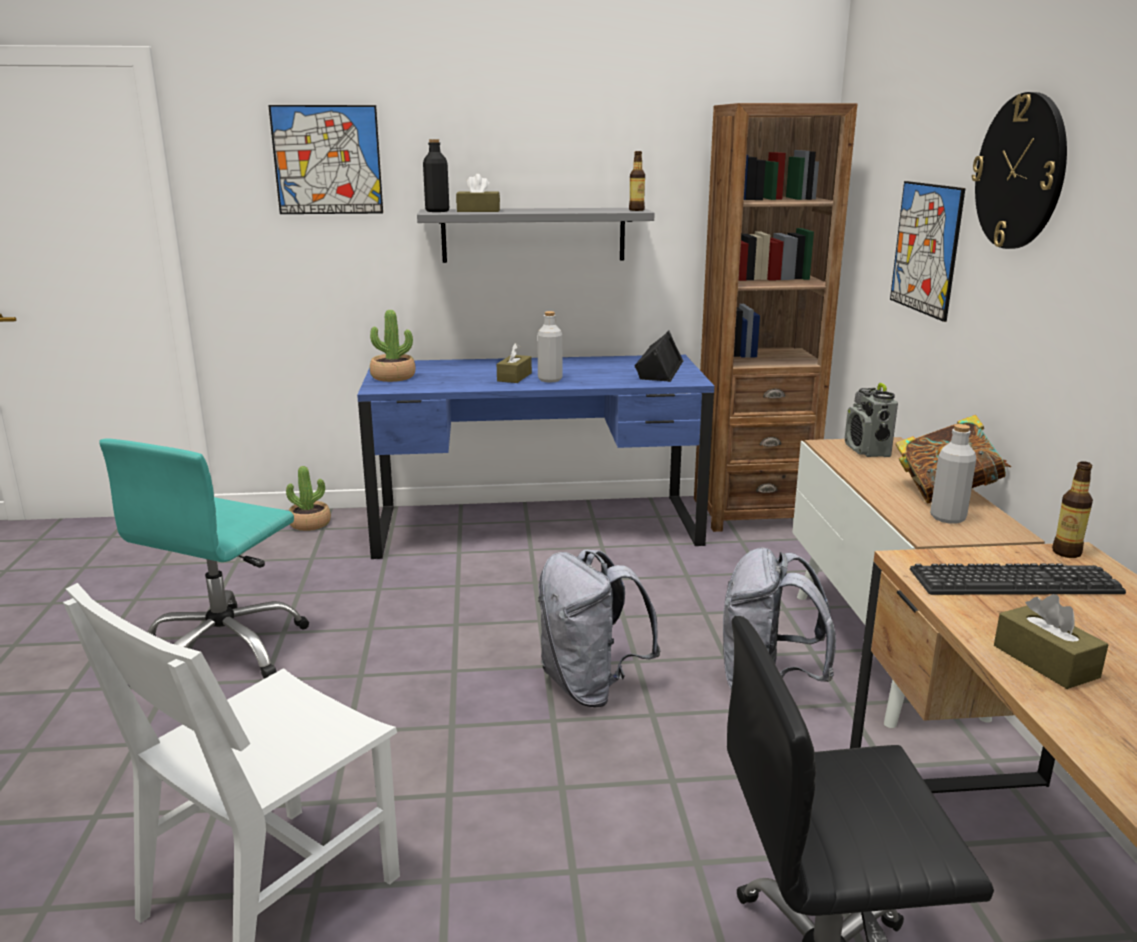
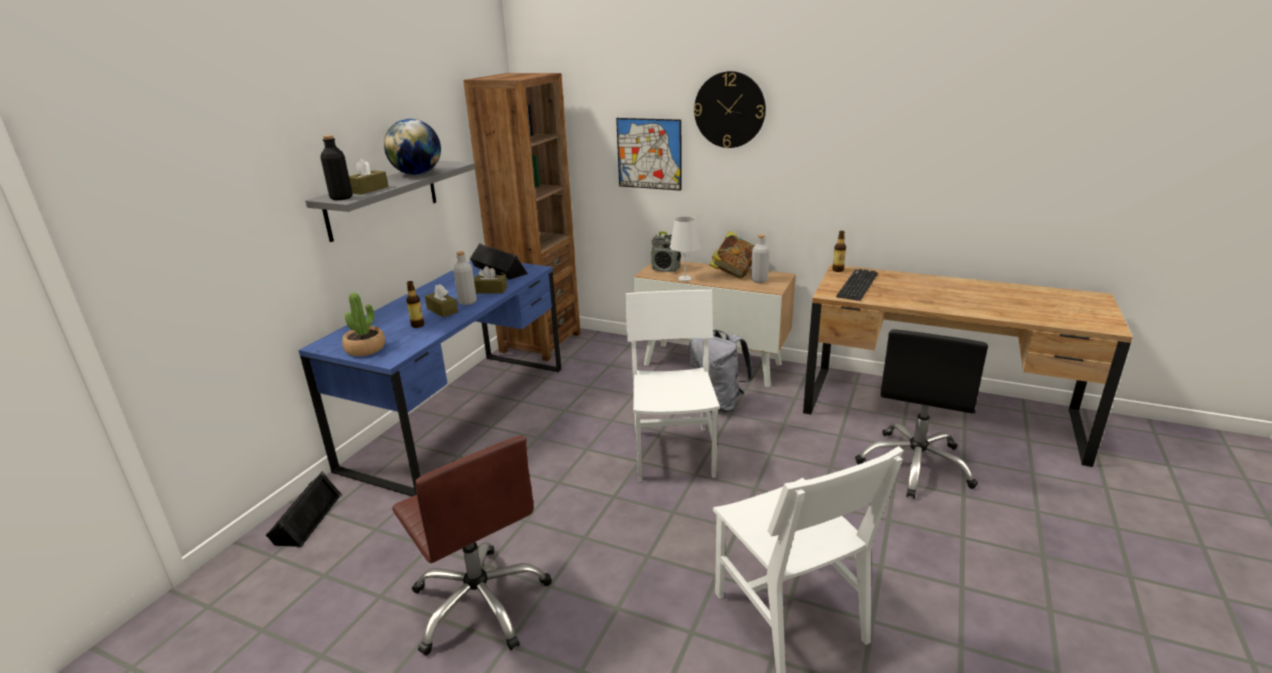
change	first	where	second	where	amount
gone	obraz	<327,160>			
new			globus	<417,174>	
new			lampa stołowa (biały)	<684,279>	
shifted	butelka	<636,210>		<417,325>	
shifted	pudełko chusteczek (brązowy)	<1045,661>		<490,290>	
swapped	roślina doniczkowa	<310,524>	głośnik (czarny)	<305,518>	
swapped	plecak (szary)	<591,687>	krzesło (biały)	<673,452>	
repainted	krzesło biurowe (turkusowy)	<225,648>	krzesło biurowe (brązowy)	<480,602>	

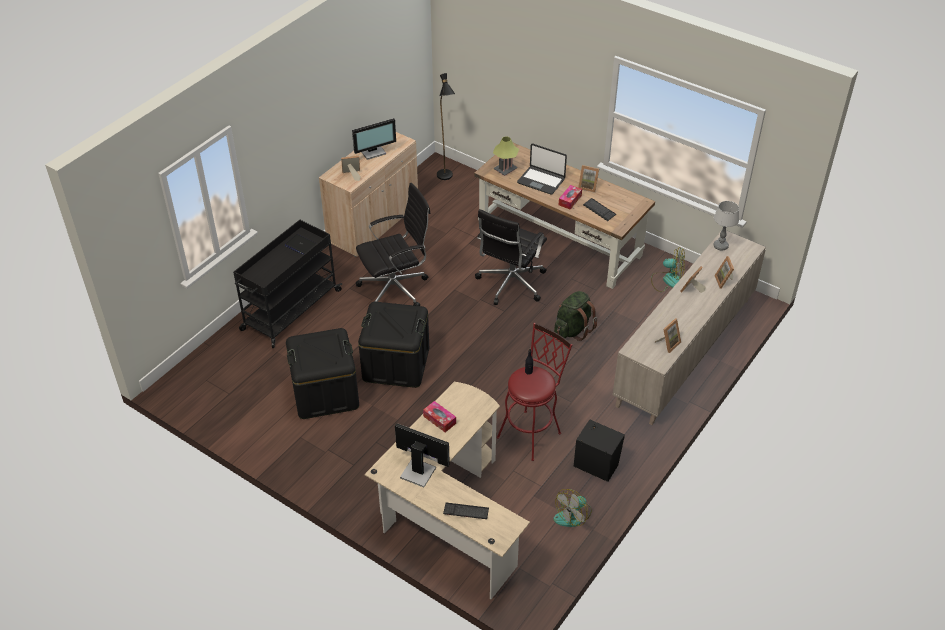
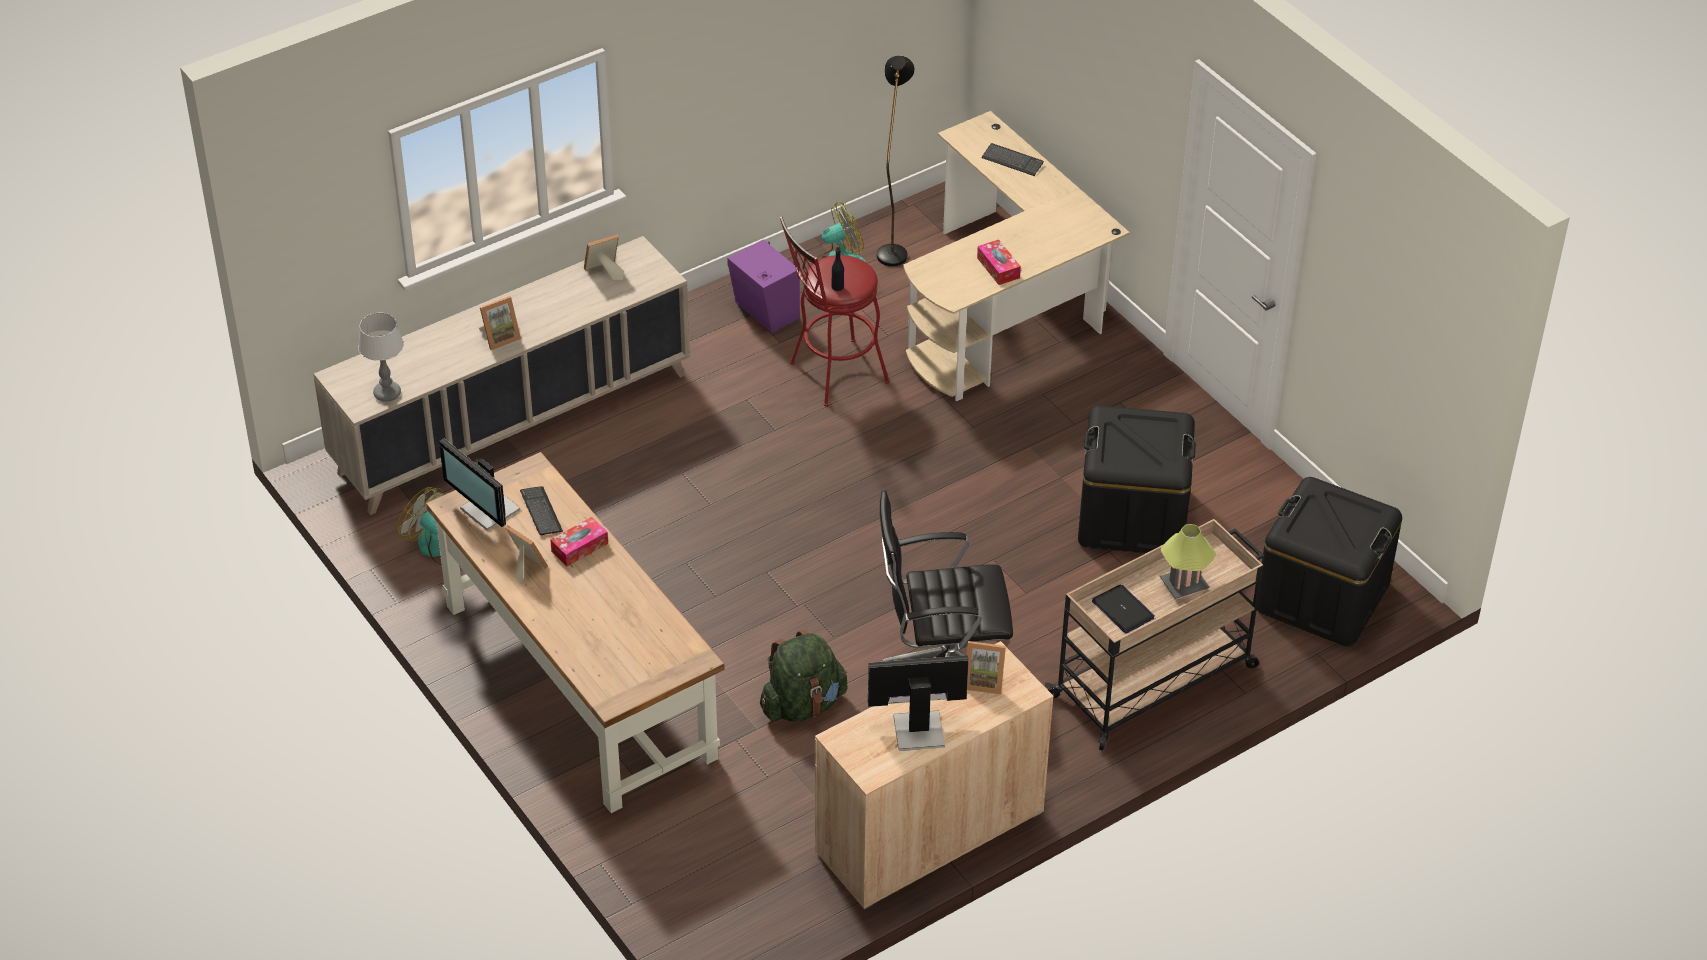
change	first	where	second	where	amount
gone	krzesło biurowe (czarny)	<510,284>			
gone	laptop	<541,181>			
gone	ramka na zdjęcie	<724,281>			
shifted	pojemnik do przechowywania (czarny)	<396,364>		<1322,597>	
shifted	monitor	<418,471>		<488,511>	
shifted	lampa stojąca (czarny)	<446,178>		<892,248>	
shifted	lampa stołowa	<505,169>		<1184,585>	
shifted	plecak (zielony)	<573,329>		<803,705>	
repainted	wózek (czarny)	<290,311>	wózek (beżowy)	<1155,681>	
repainted	głośnik (czarny)	<596,464>	głośnik (fioletowy)	<765,312>	

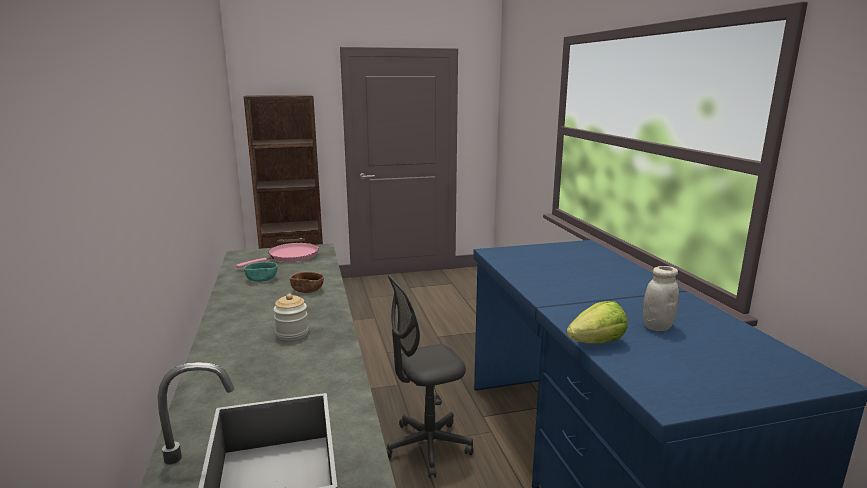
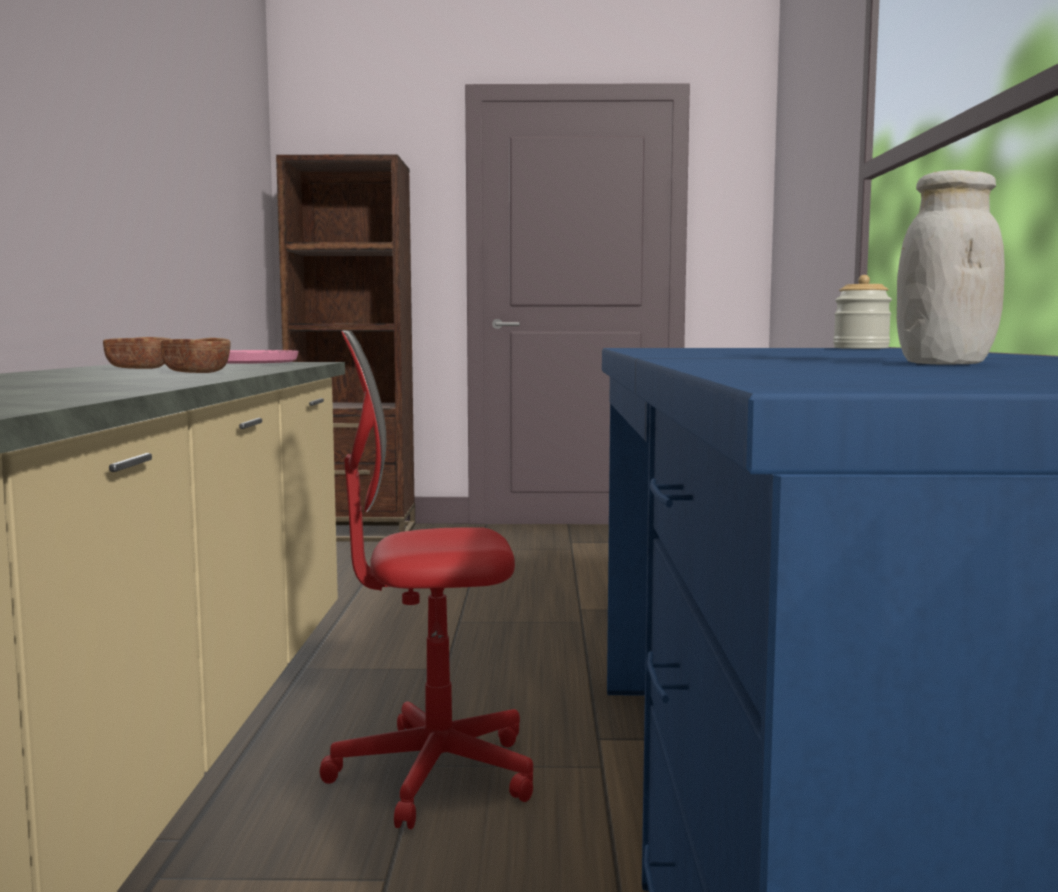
change	first	where	second	where	amount
gone	sałata	<597,342>			
shifted	słoik	<292,334>		<861,348>	
repainted	miska (turkusowy)	<262,279>	miska (brązowy)	<139,368>	
repainted	krzesło biurowe (szary)	<427,447>	krzesło biurowe (czerwony)	<433,774>	

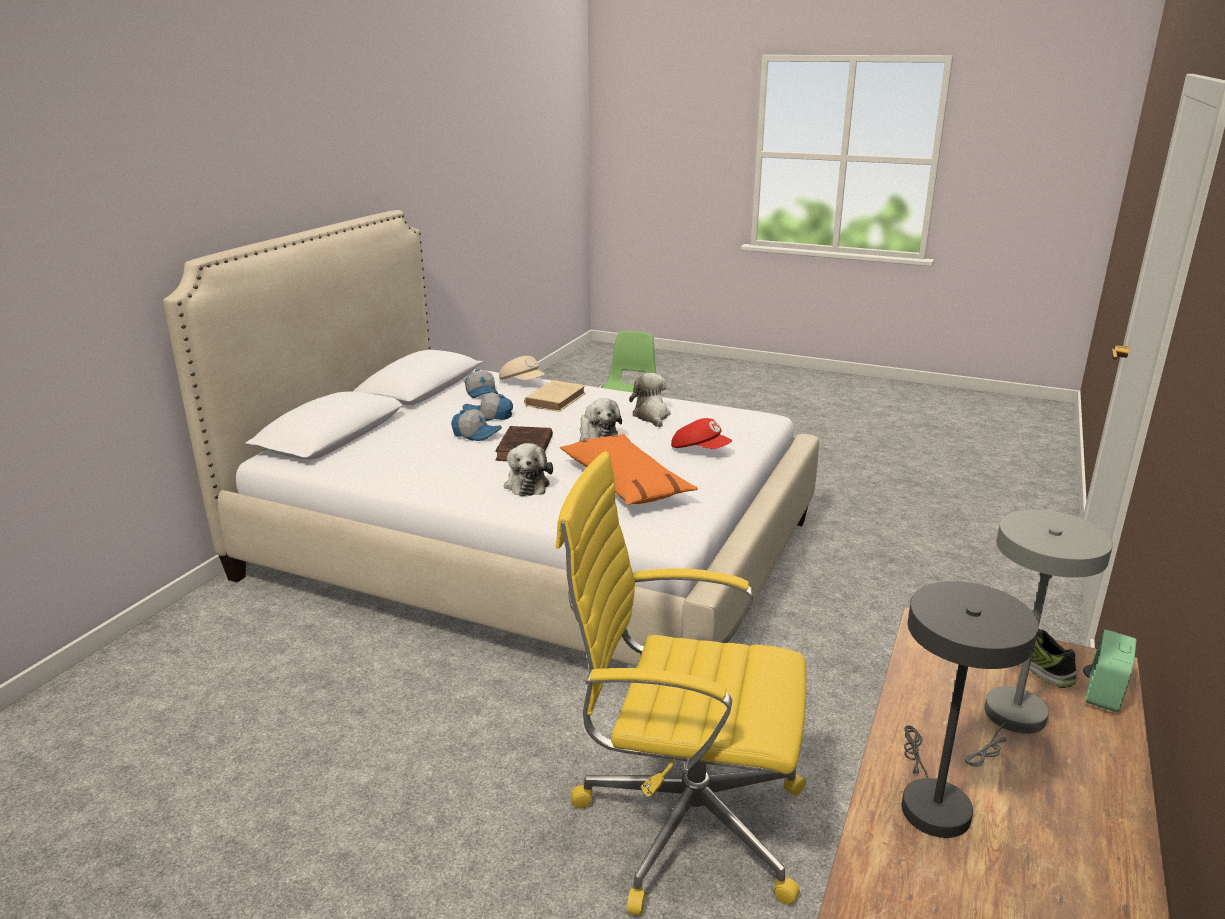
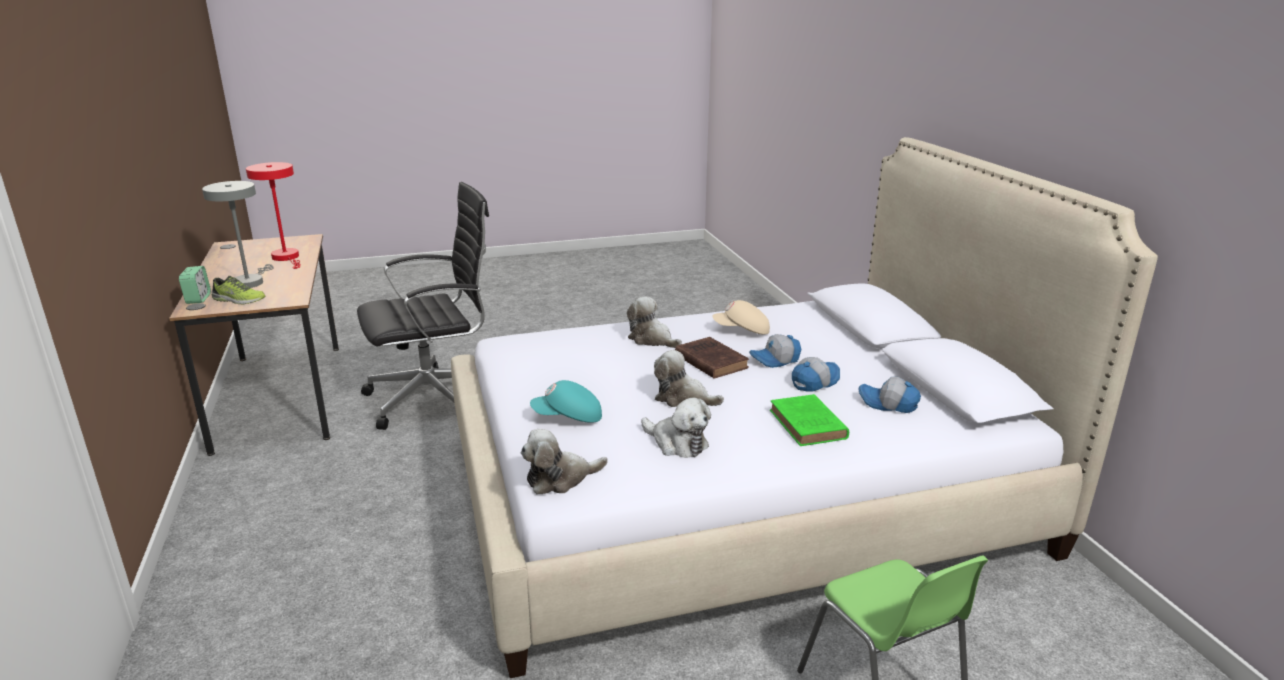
change	first	where	second	where	amount
gone	poduszka (pomarańczowy)	<625,483>			
new			pluszak	<560,479>	
shifted	czapka z daszkiem (beżowy)	<523,382>		<742,331>	
repainted	książka (beżowy)	<556,399>	książka (zielony)	<808,425>	
repainted	krzesło biurowe (żółty)	<684,821>	krzesło biurowe (czarny)	<435,398>	
repainted	czapka z daszkiem (czerwony)	<700,450>	czapka z daszkiem (turkusowy)	<568,418>	
repainted	lampa stołowa (szary)	<931,802>	lampa stołowa (czerwony)	<287,258>	

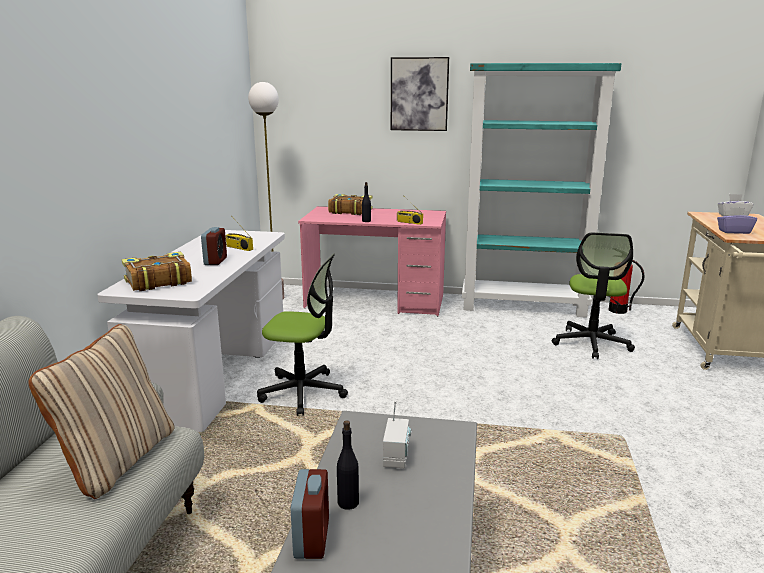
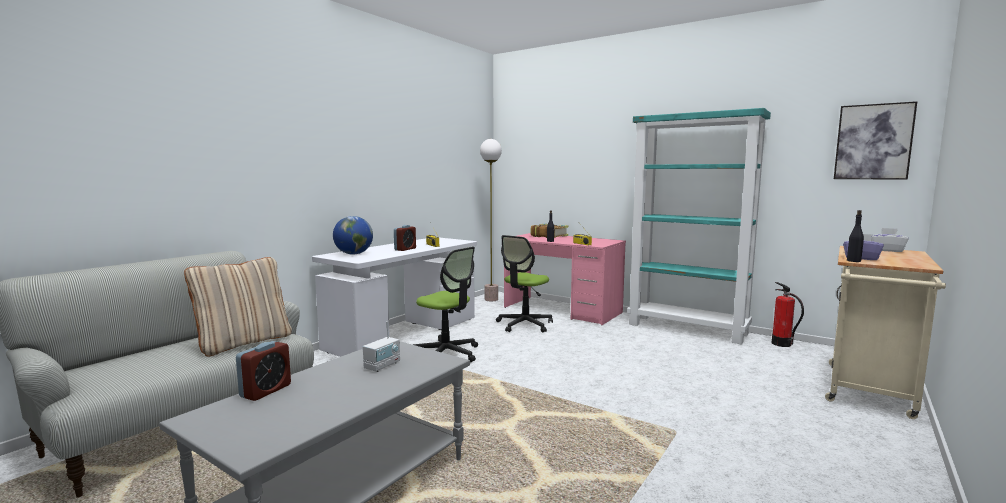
change	first	where	second	where	amount
shifted	butelka (czarny)	<348,502>		<853,261>	
shifted	obraz	<419,94>		<873,142>	
shifted	krzesło biurowe	<591,343>		<524,325>	
swapped	książka	<157,281>	globus	<354,254>	

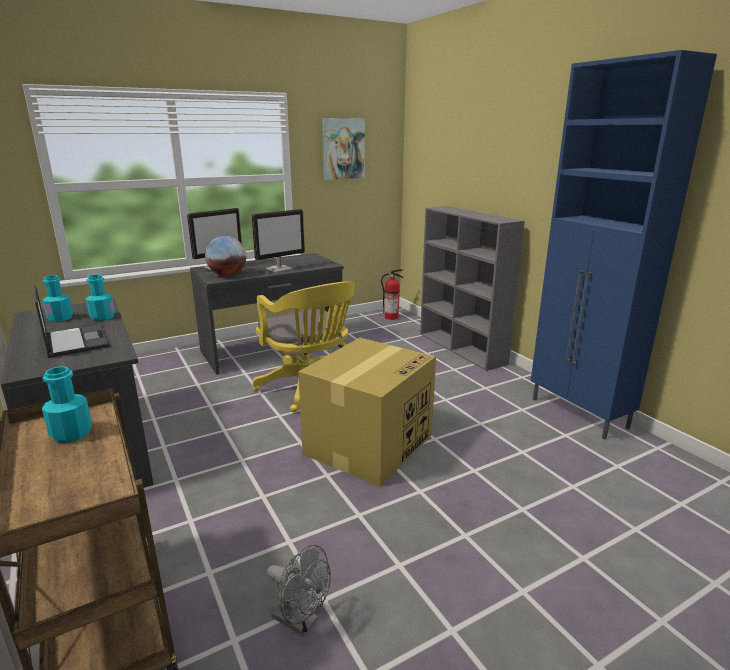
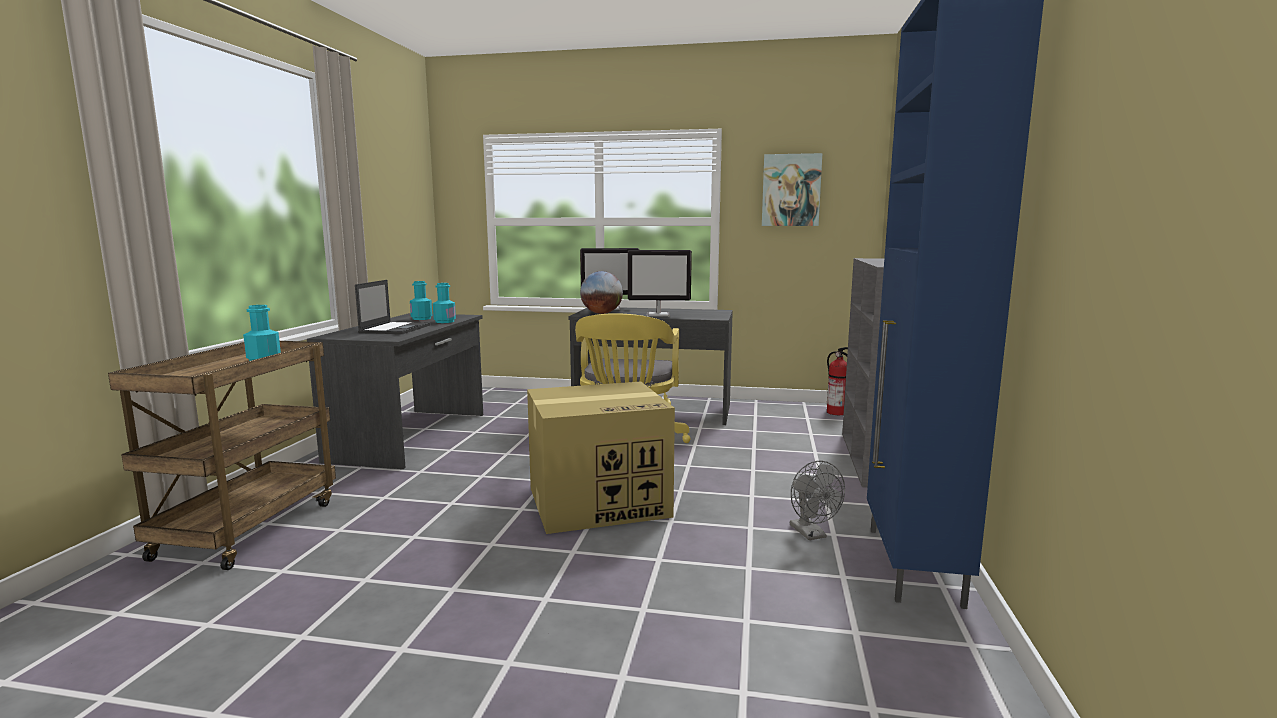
change	first	where	second	where	amount
shifted	wentylator (szary)	<301,621>		<811,534>	

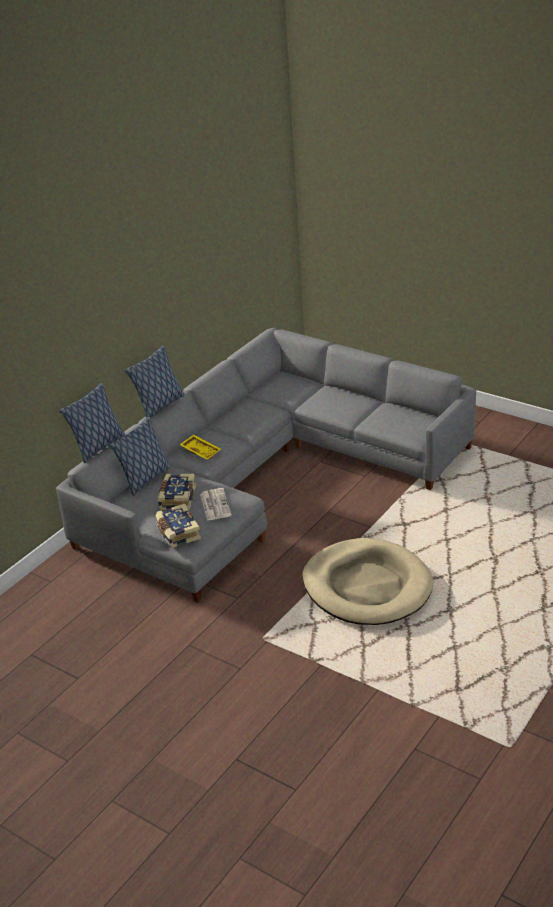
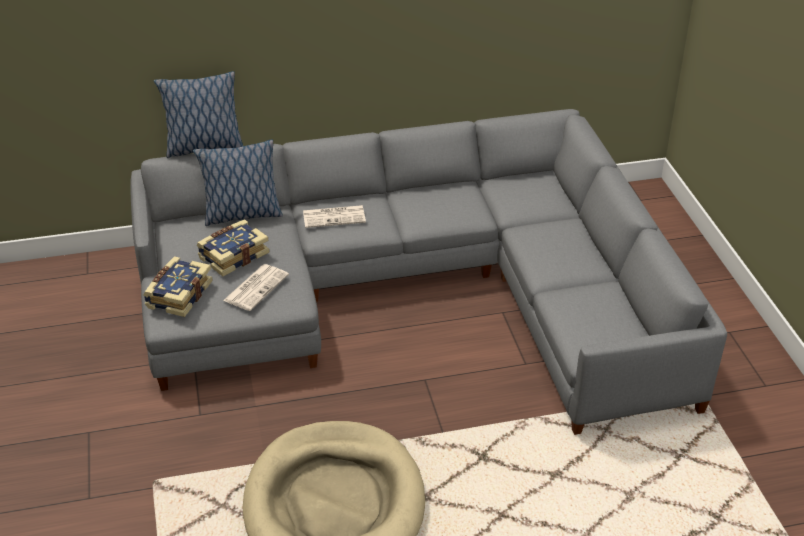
change	first	where	second	where	amount
gone	poduszka	<159,406>			
swapped	taca (żółty)	<201,451>	gazeta	<335,217>	

